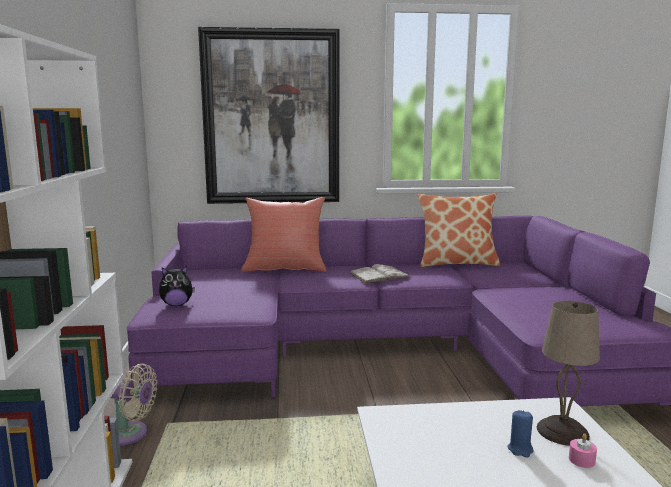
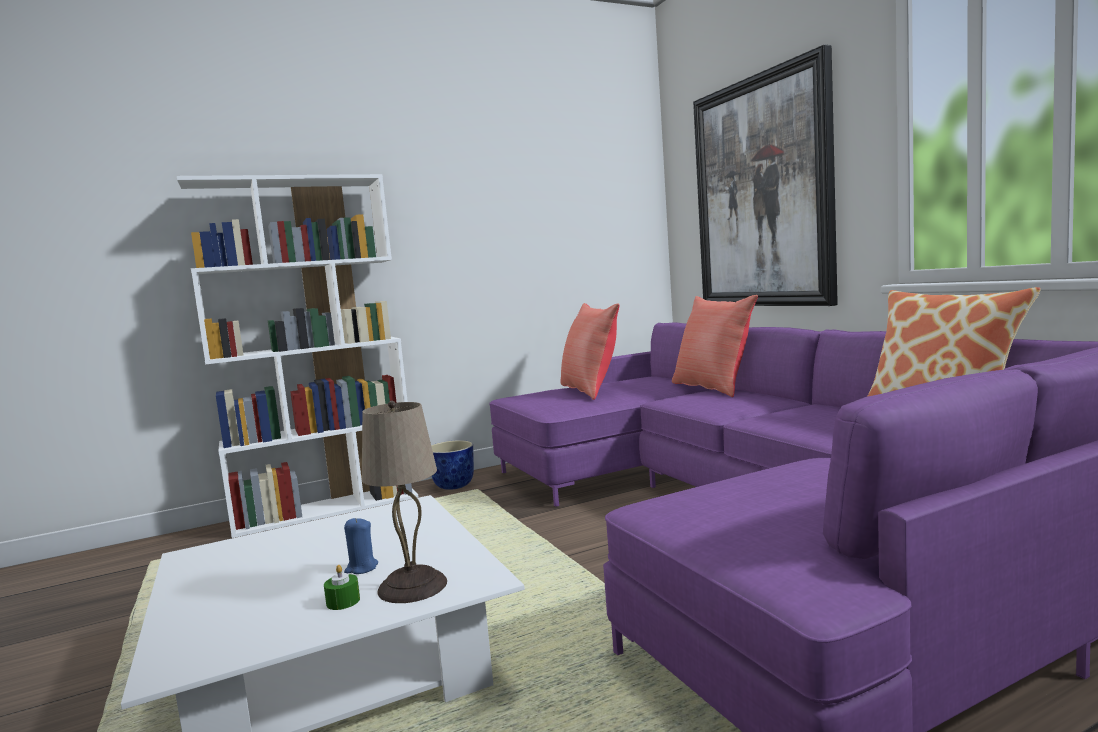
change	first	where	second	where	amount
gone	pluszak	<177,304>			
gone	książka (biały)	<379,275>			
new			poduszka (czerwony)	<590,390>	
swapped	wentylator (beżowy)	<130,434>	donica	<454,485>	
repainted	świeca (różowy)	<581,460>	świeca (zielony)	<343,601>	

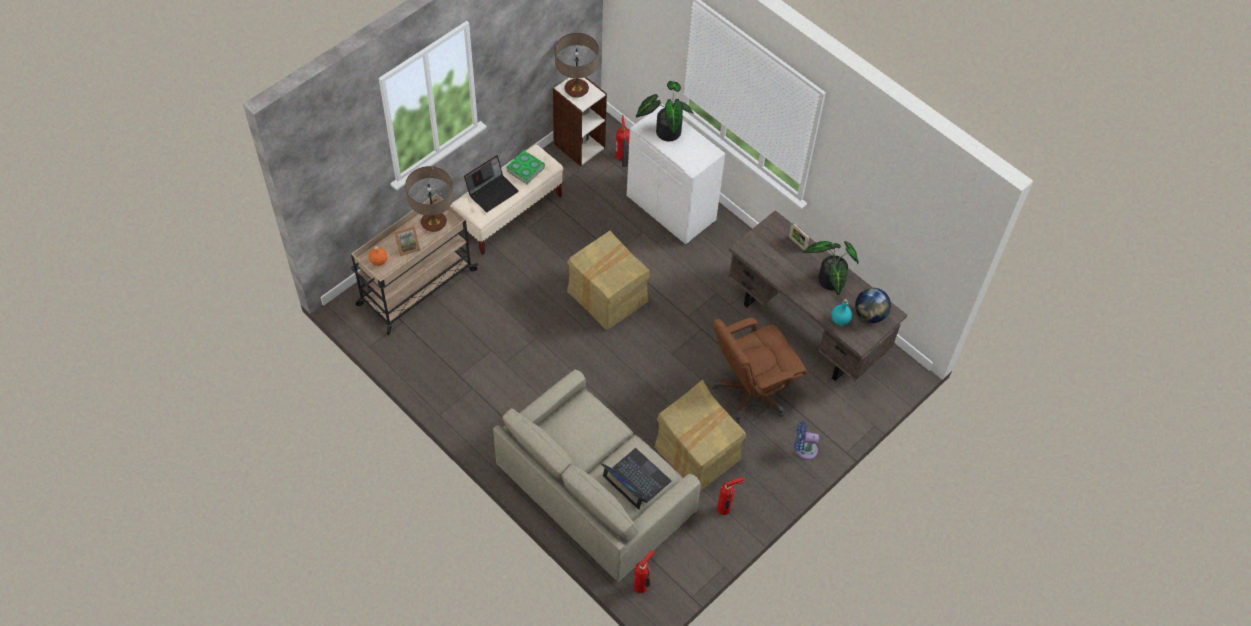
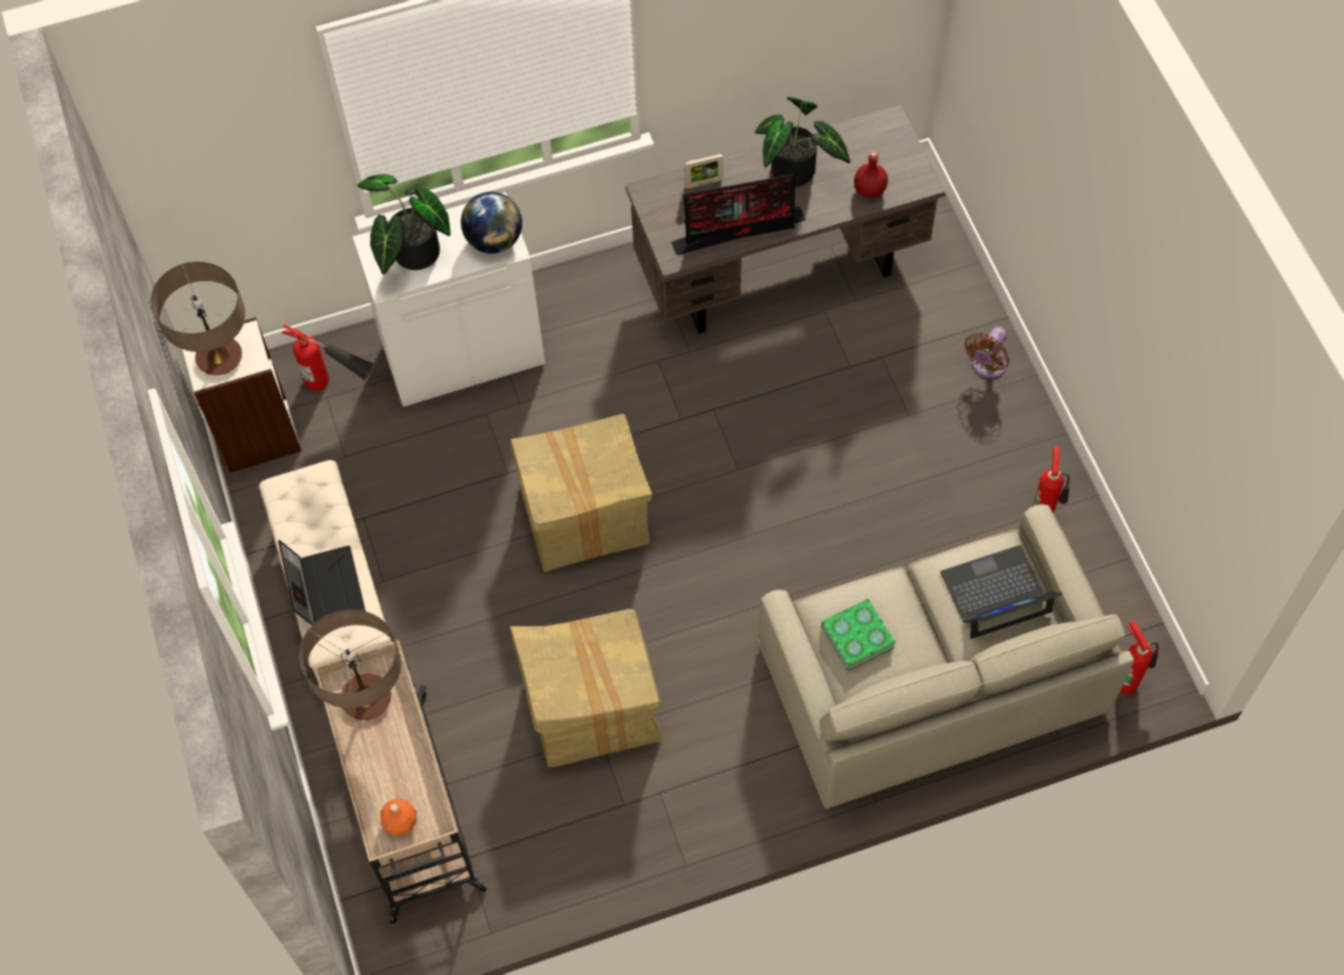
change	first	where	second	where	amount
gone	ramka na zdjęcie	<407,247>			
gone	krzesło biurowe (brązowy)	<751,392>			
new			monitor	<740,230>	
shifted	książka	<525,169>		<857,637>	
shifted	karton	<697,453>		<591,707>	
shifted	globus	<869,315>		<494,240>	
repainted	wentylator (niebieski)	<803,449>	wentylator (brązowy)	<987,366>	
repainted	butelka (turkusowy)	<840,319>	butelka (czerwony)	<869,189>	

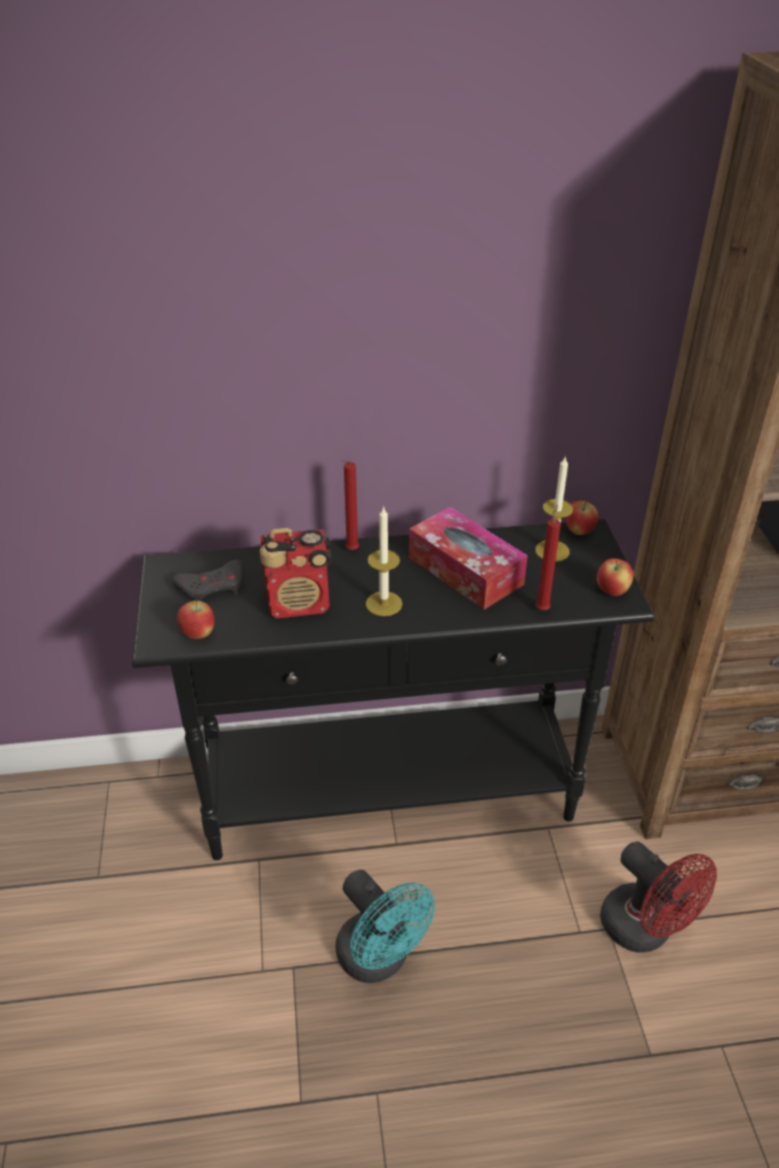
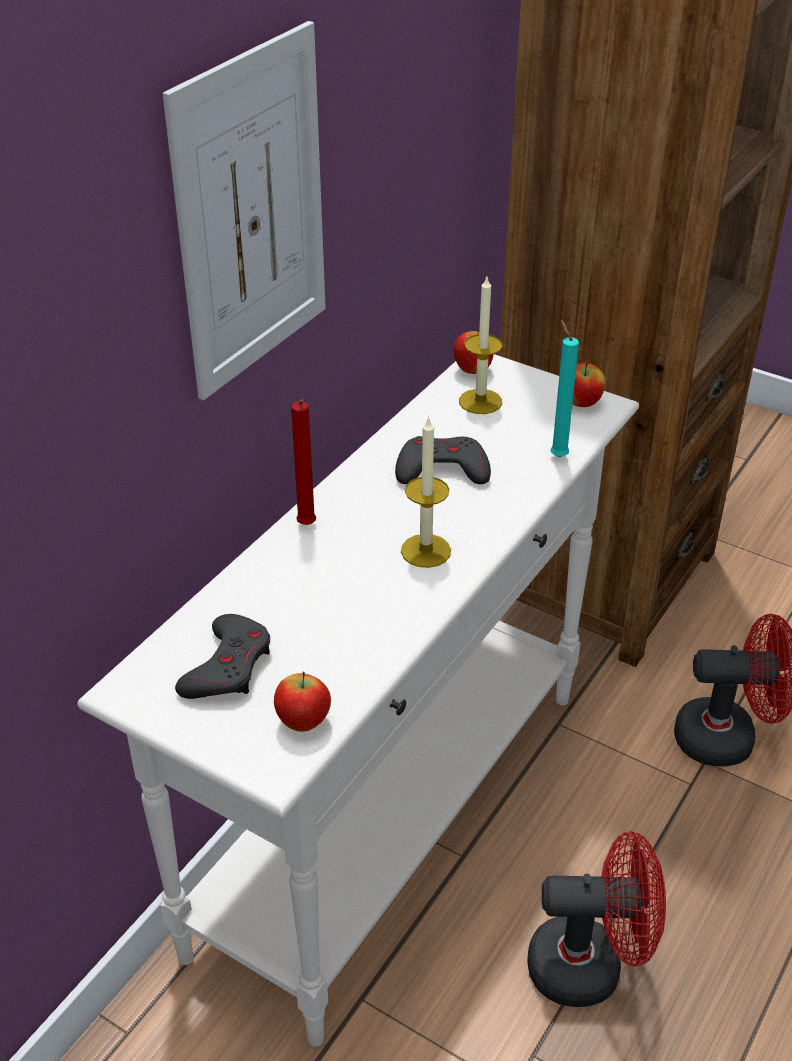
change	first	where	second	where	amount
gone	radio	<299,603>			
new			obraz	<251,214>	
swapped	pudełko chusteczek	<465,570>	pad do gier (szary)	<441,469>	
repainted	stolik konsolowy (czarny)	<390,793>	stolik konsolowy (biały)	<394,817>	
repainted	wentylator (turkusowy)	<380,959>	wentylator (czerwony)	<590,966>	
repainted	świeca (czerwony)	<542,608>	świeca (turkusowy)	<557,455>	

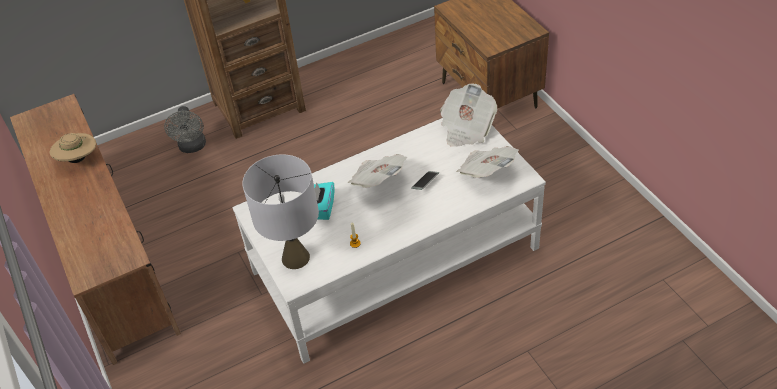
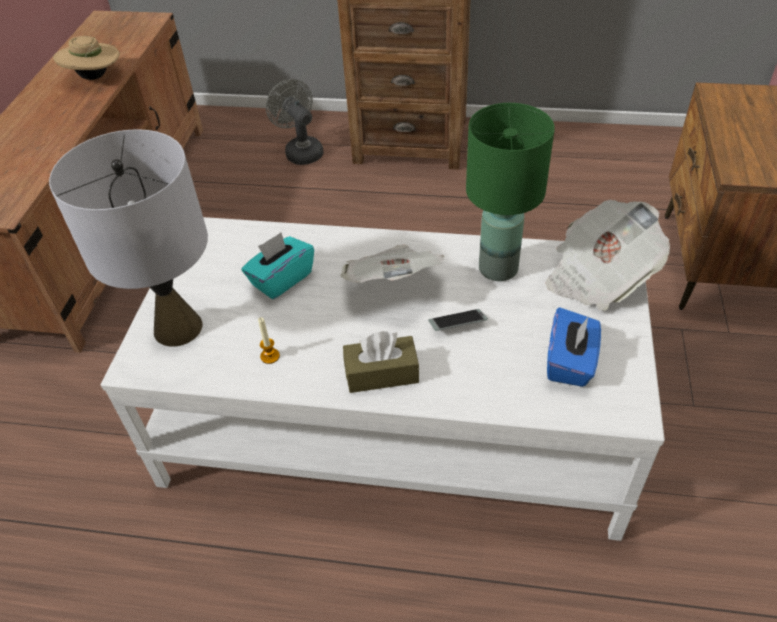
change	first	where	second	where	amount
new			pudełko chusteczek (brązowy)	<381,373>	
new			lampa stołowa (zielony)	<497,269>	
swapped	gazeta	<486,172>	pudełko chusteczek (niebieski)	<570,362>	
rotated	wentylator (szary)	<192,147>		<301,151>	120 degrees clockwise

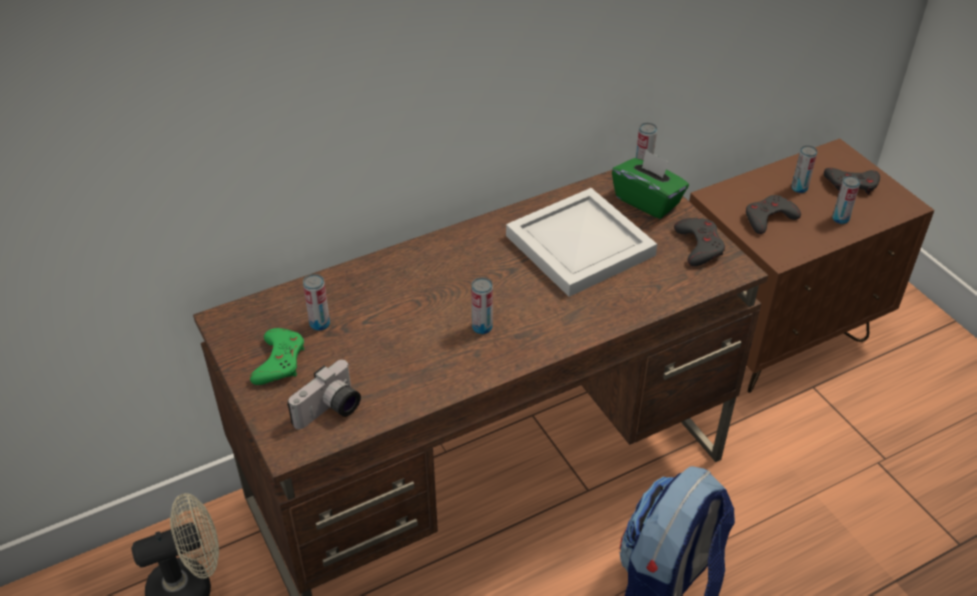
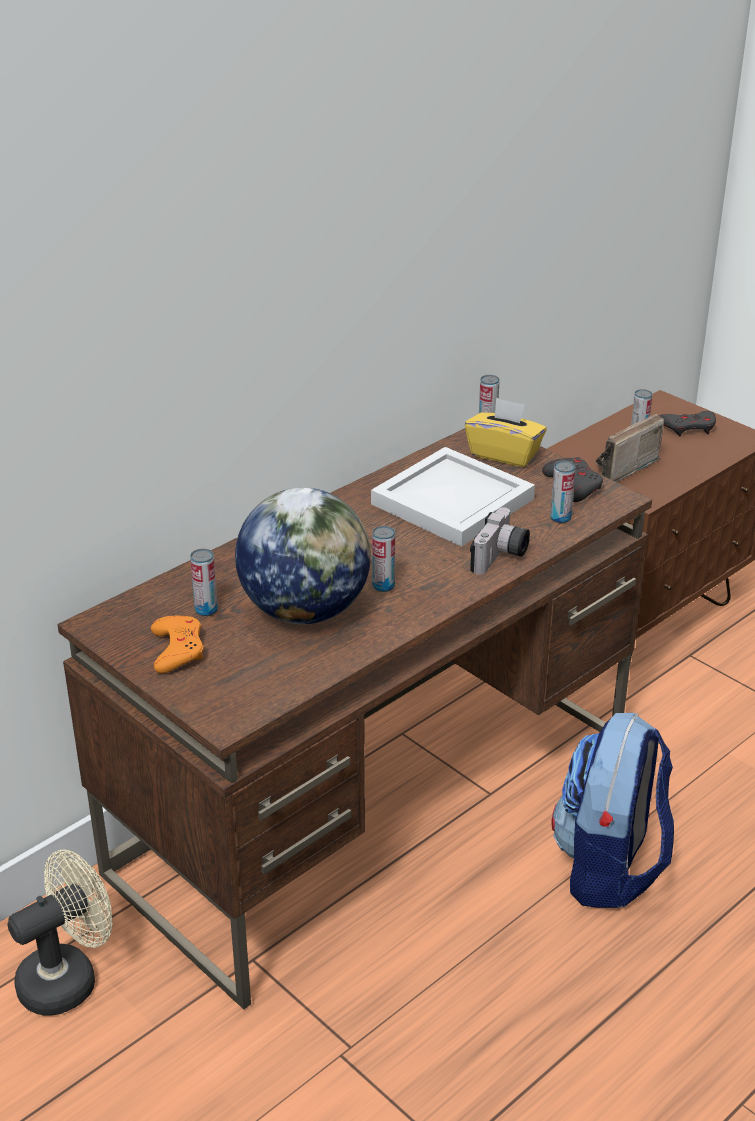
change	first	where	second	where	amount
new			globus	<305,611>	
shifted	aparat fotograficzny	<330,411>		<501,558>	
shifted	puszka	<840,219>		<560,518>	
swapped	pad do gier (szary)	<769,218>	radio	<619,468>	
repainted	pad do gier (zielony)	<279,361>	pad do gier (pomarańczowy)	<177,649>	
repainted	pudełko chusteczek (zielony)	<647,201>	pudełko chusteczek (żółty)	<504,454>	

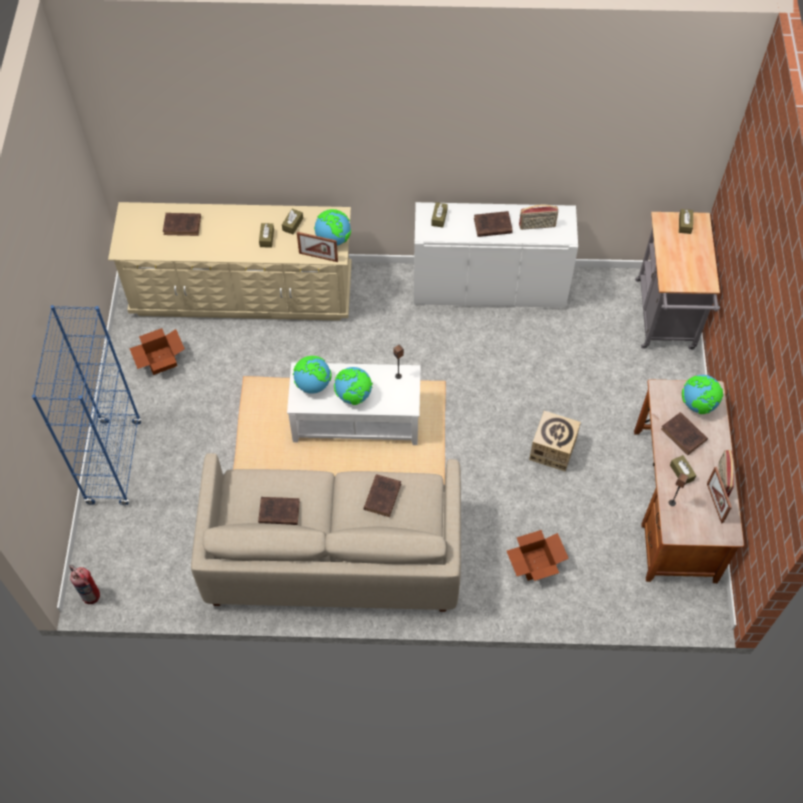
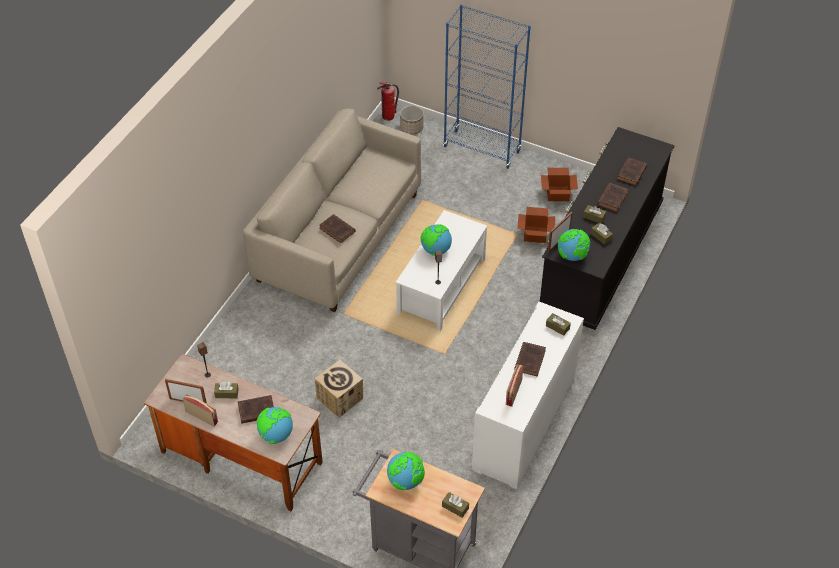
change	first	where	second	where	amount
new			donica	<412,128>	
shifted	książka (brązowy)	<278,512>		<613,198>	
shifted	globus	<313,384>		<406,481>	
shifted	karton	<534,563>		<535,233>	
repainted	komoda (beżowy)	<242,292>	komoda (czarny)	<600,257>	

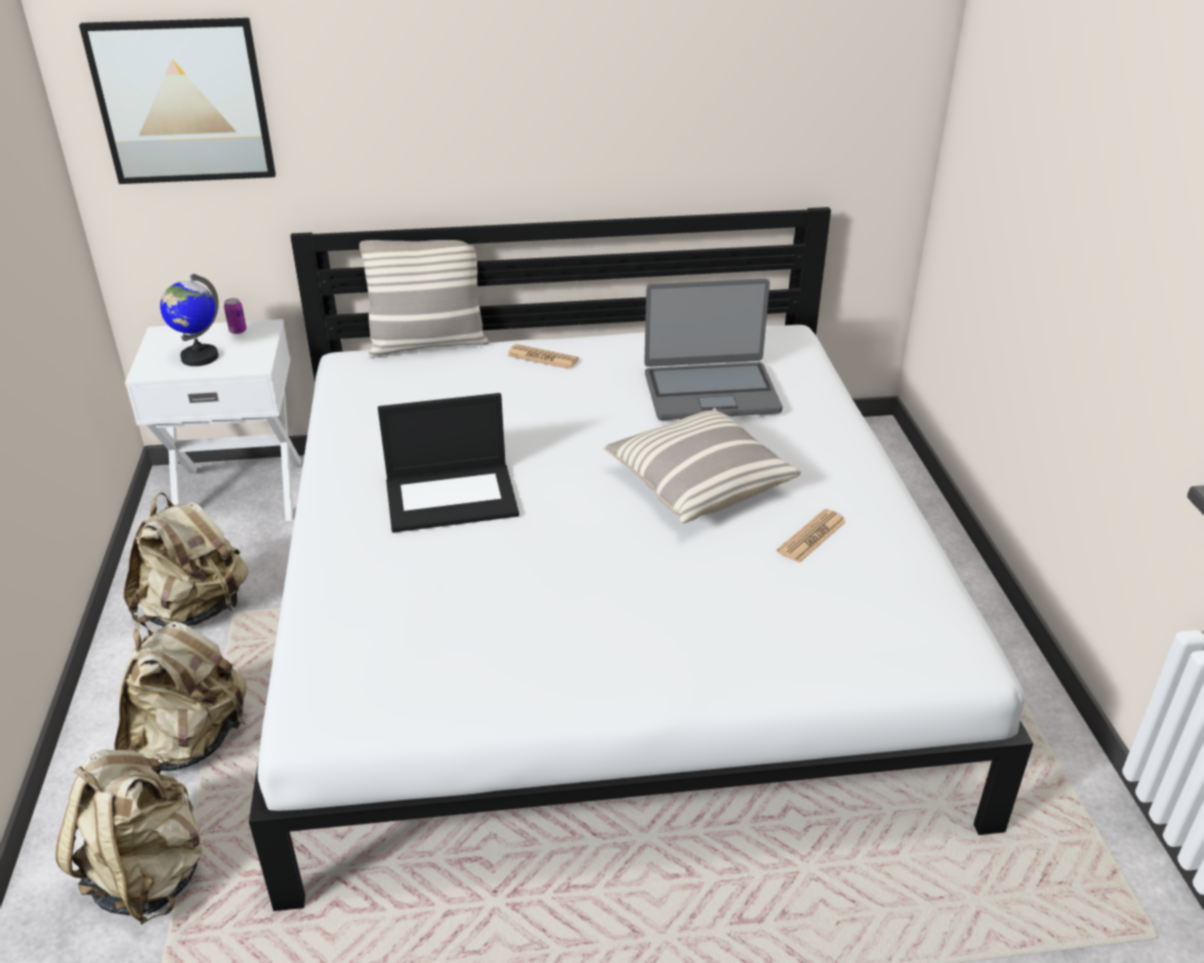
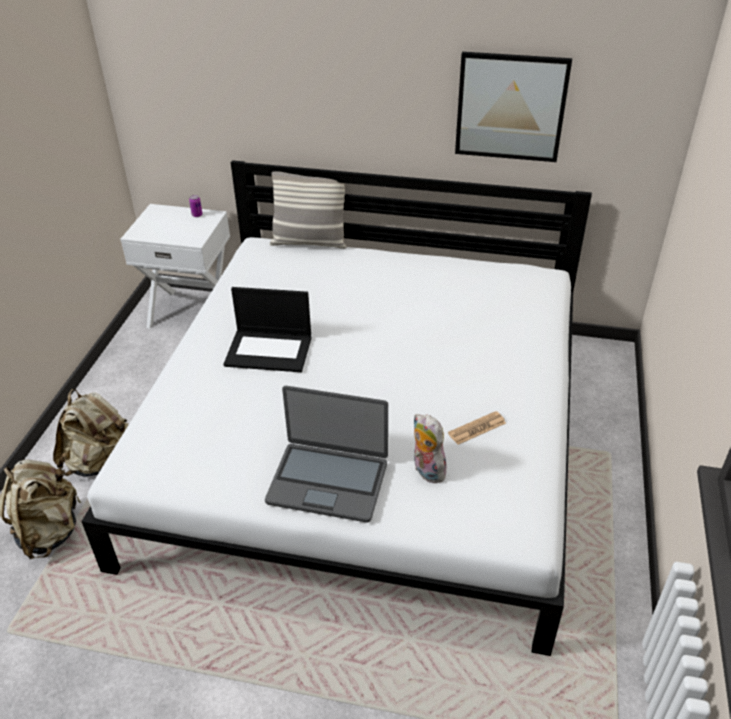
change	first	where	second	where	amount
gone	plecak (beżowy)	<196,610>			
gone	globus	<199,357>			
gone	gazeta	<542,358>			
gone	poduszka	<697,484>			
new			pluszak	<426,470>	
shifted	obraz	<182,102>		<510,107>	
shifted	laptop	<710,392>		<328,481>	

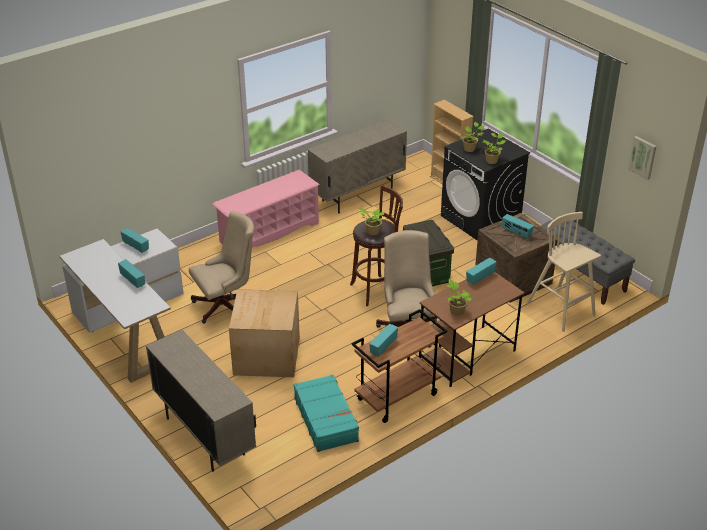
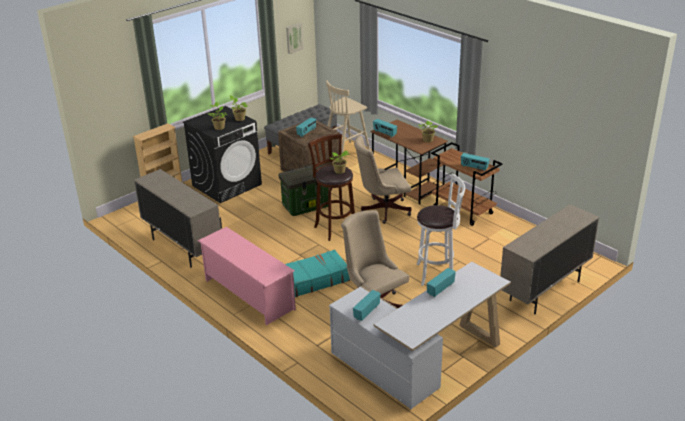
change	first	where	second	where	amount
shifted	walizka (turkusowy)	<326,419>		<312,280>	
swapped	karton	<265,356>	stołek (biały)	<438,273>	

